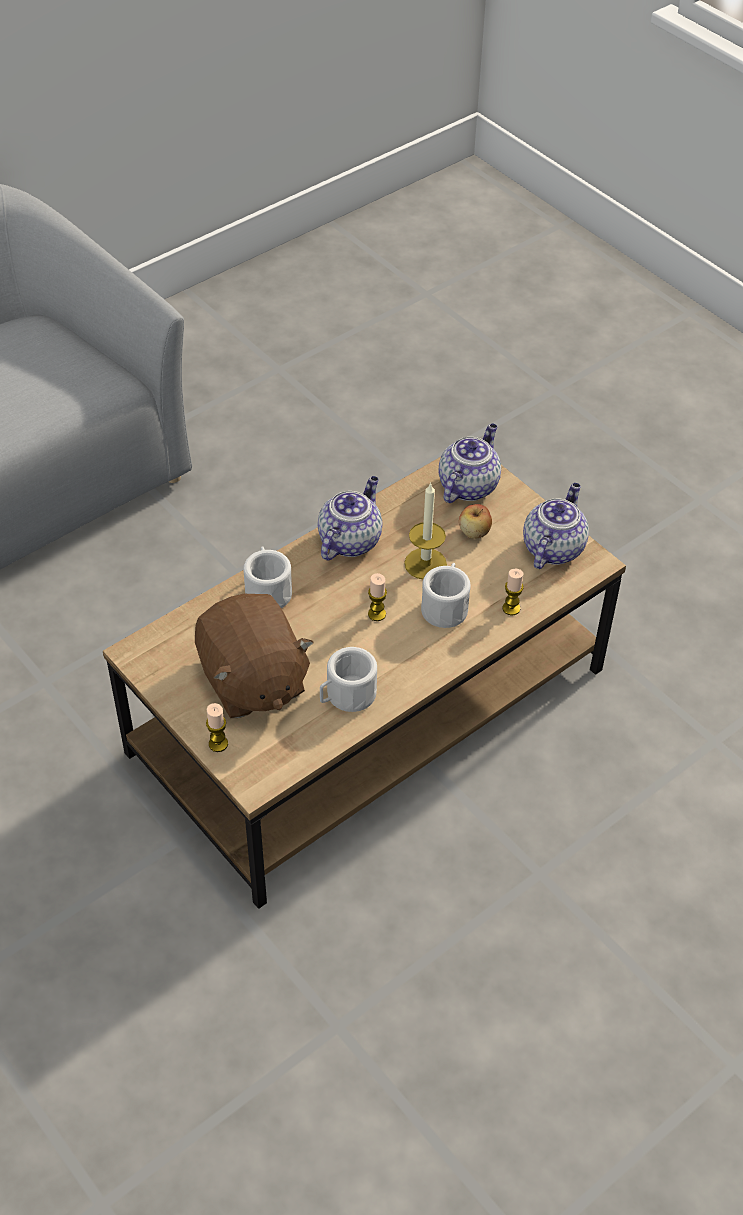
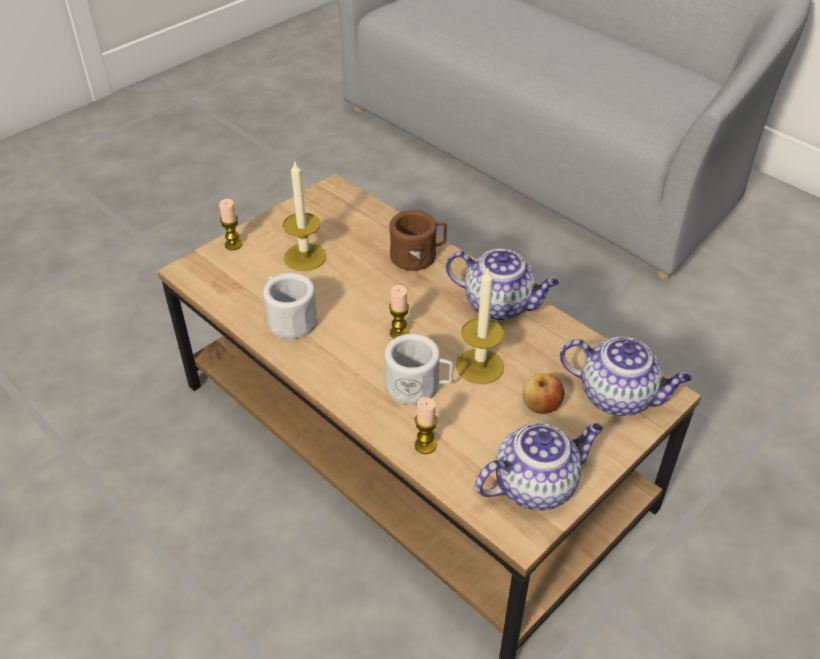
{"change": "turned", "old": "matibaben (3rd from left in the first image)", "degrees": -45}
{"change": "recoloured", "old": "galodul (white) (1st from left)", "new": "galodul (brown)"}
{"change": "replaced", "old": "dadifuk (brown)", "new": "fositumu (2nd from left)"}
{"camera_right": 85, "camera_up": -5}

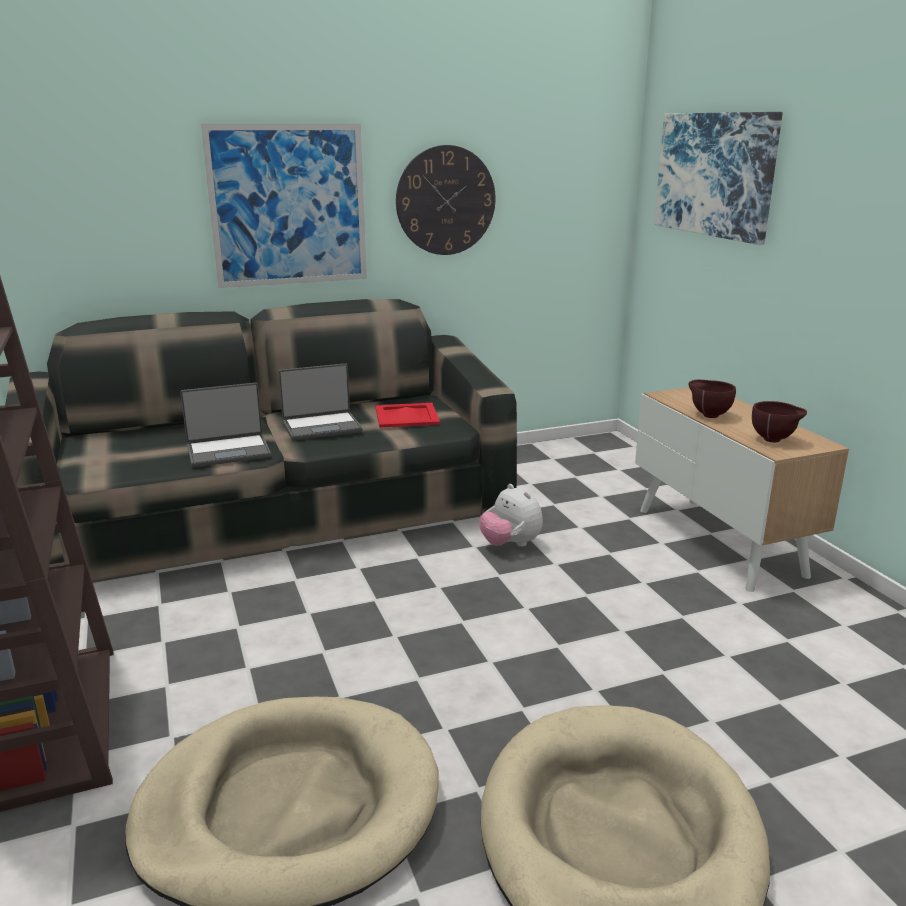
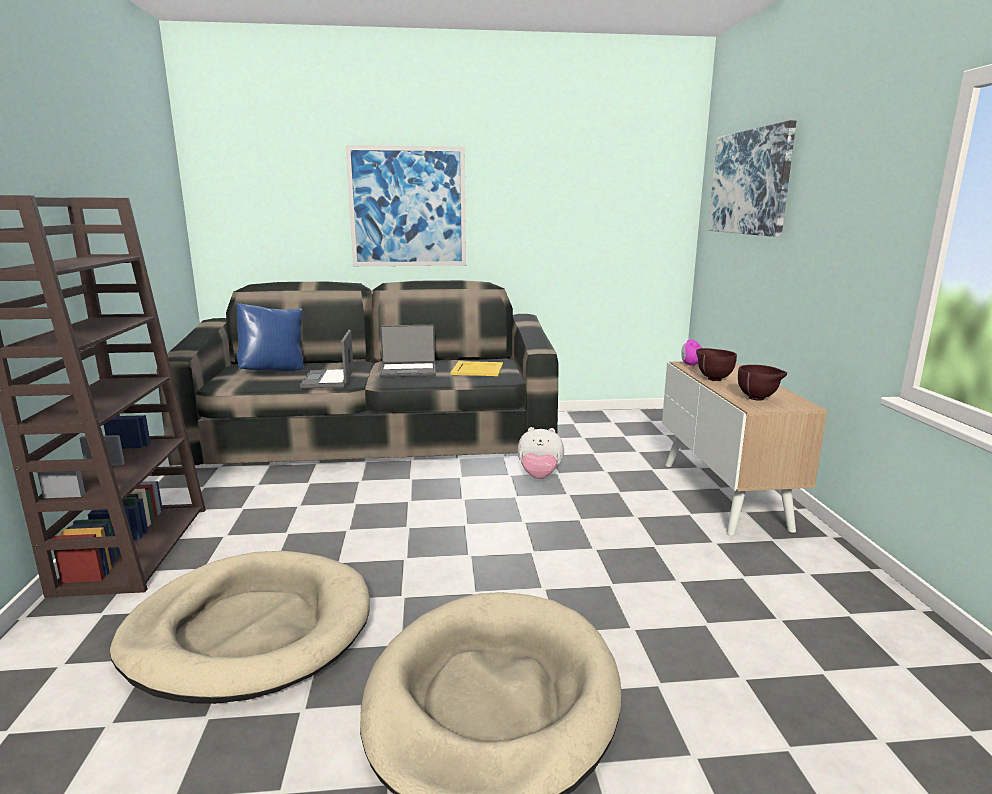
{"change": "removed", "old": "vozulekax"}
{"change": "turned", "old": "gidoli (1st from left)", "degrees": 90}
{"change": "recoloured", "old": "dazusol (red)", "new": "dazusol (yellow)"}
{"change": "turned", "old": "dadifuk", "degrees": -60}
{"change": "added", "new": "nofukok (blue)"}
{"change": "added", "new": "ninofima"}
{"camera_right": 15, "camera_up": -5}

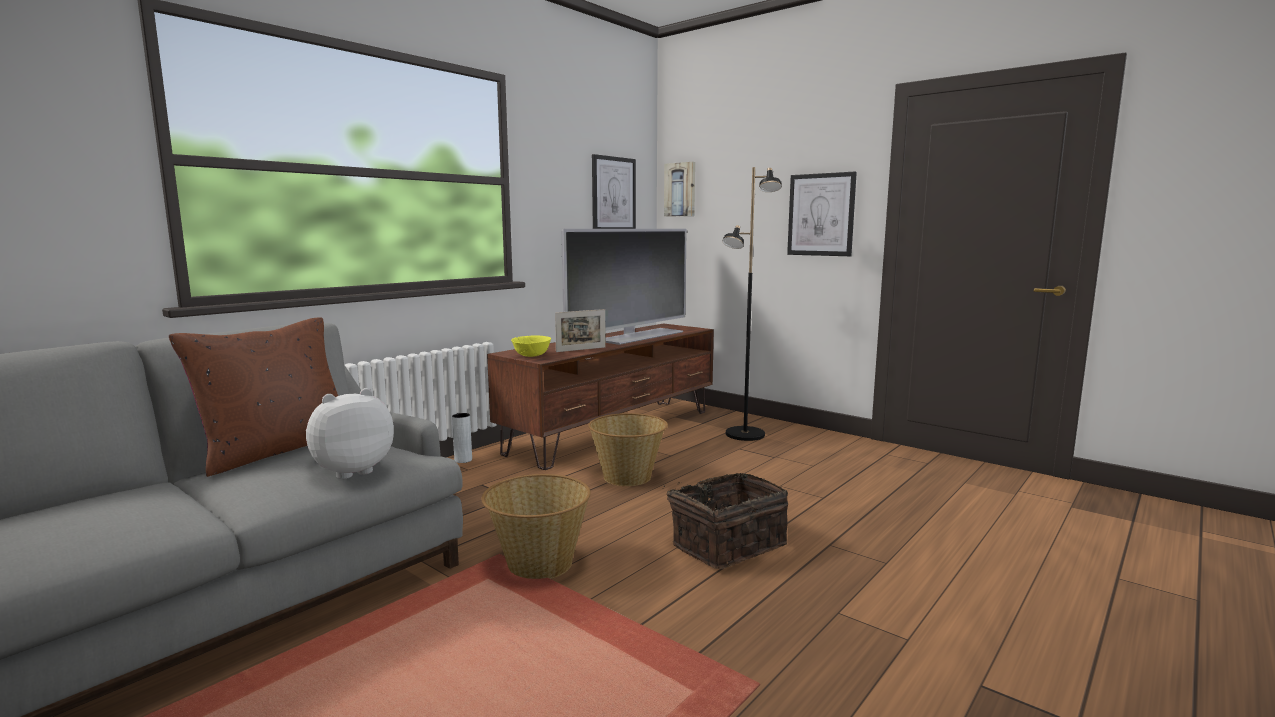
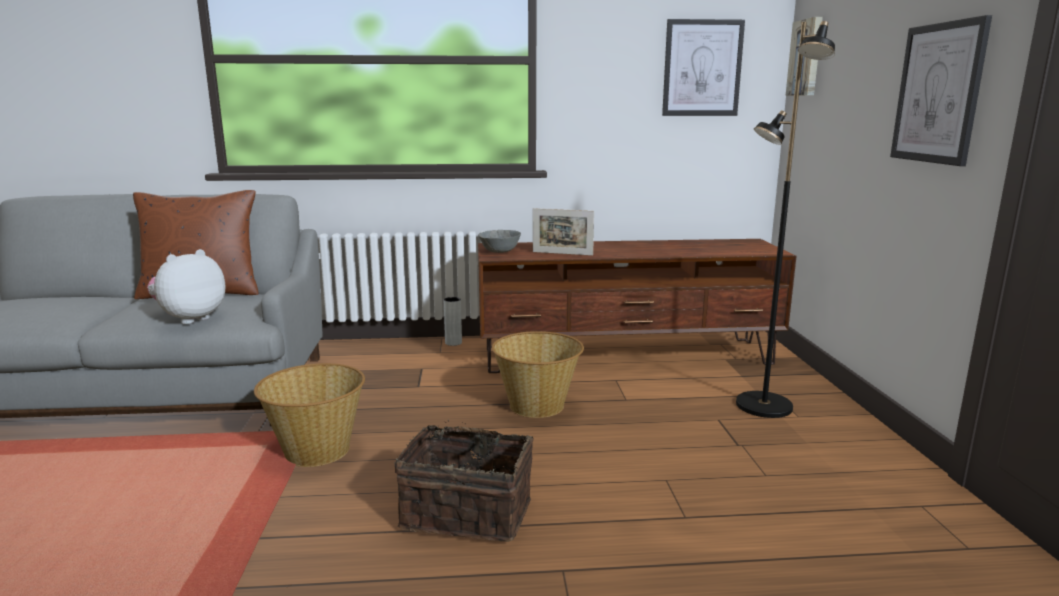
{"change": "removed", "old": "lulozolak"}
{"change": "recoloured", "old": "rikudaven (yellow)", "new": "rikudaven (grey)"}
{"change": "turned", "old": "dadifuk", "degrees": -60}
{"camera_right": 45, "camera_up": 5}

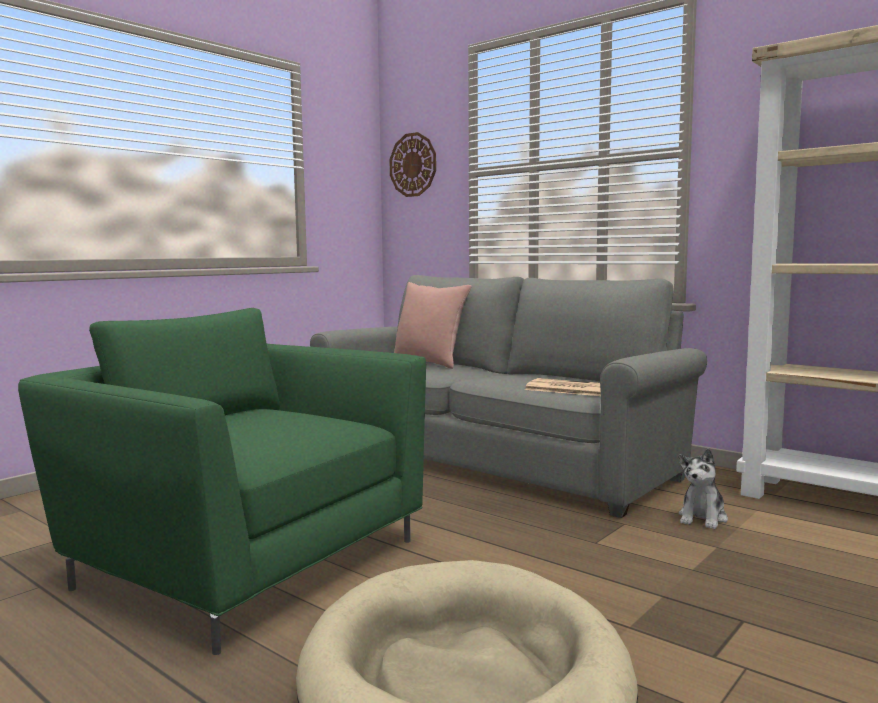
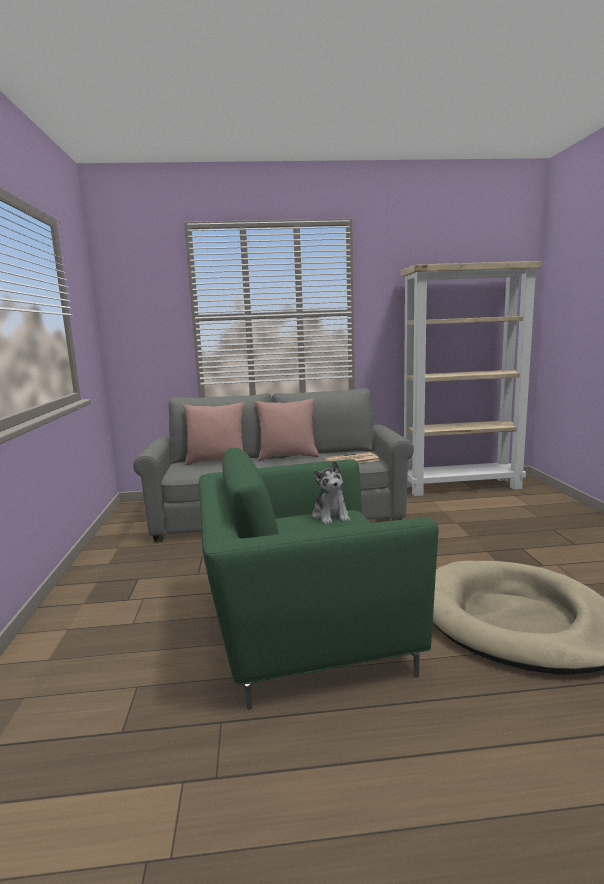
{"change": "removed", "old": "vozulekax"}
{"change": "moved", "old": "dadifuk"}
{"change": "added", "new": "nofukok (pink) (2nd from left)"}
{"camera_right": -45, "camera_up": 5}

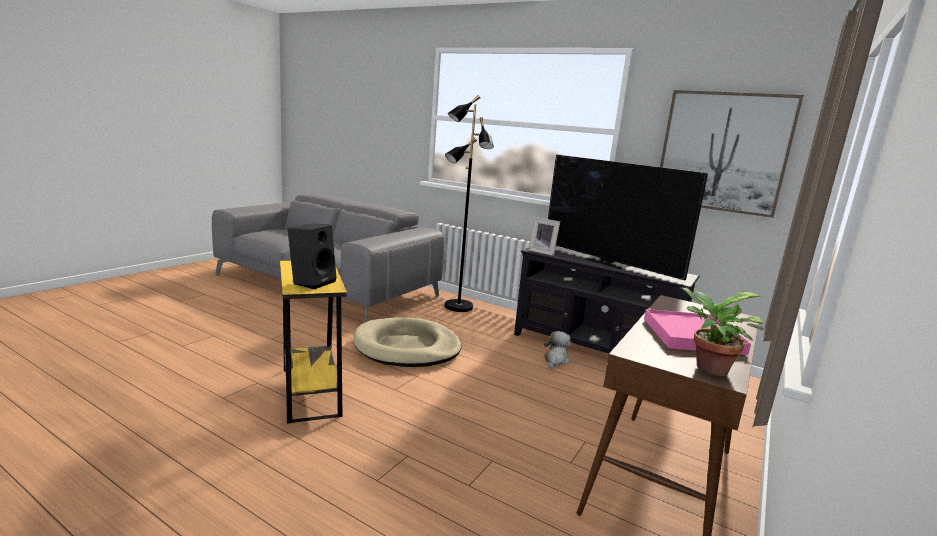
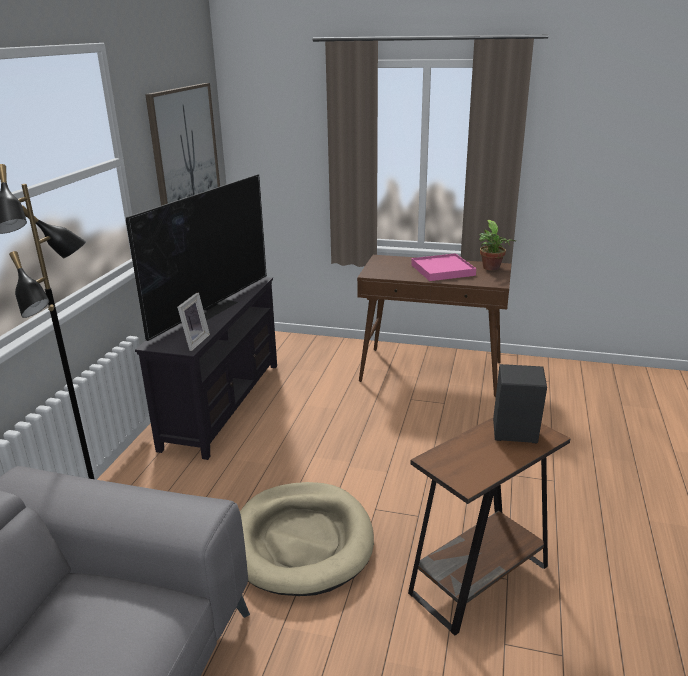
{"change": "recoloured", "old": "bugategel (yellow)", "new": "bugategel (brown)"}
{"change": "removed", "old": "dadifuk"}
{"camera_right": -105, "camera_up": 10}

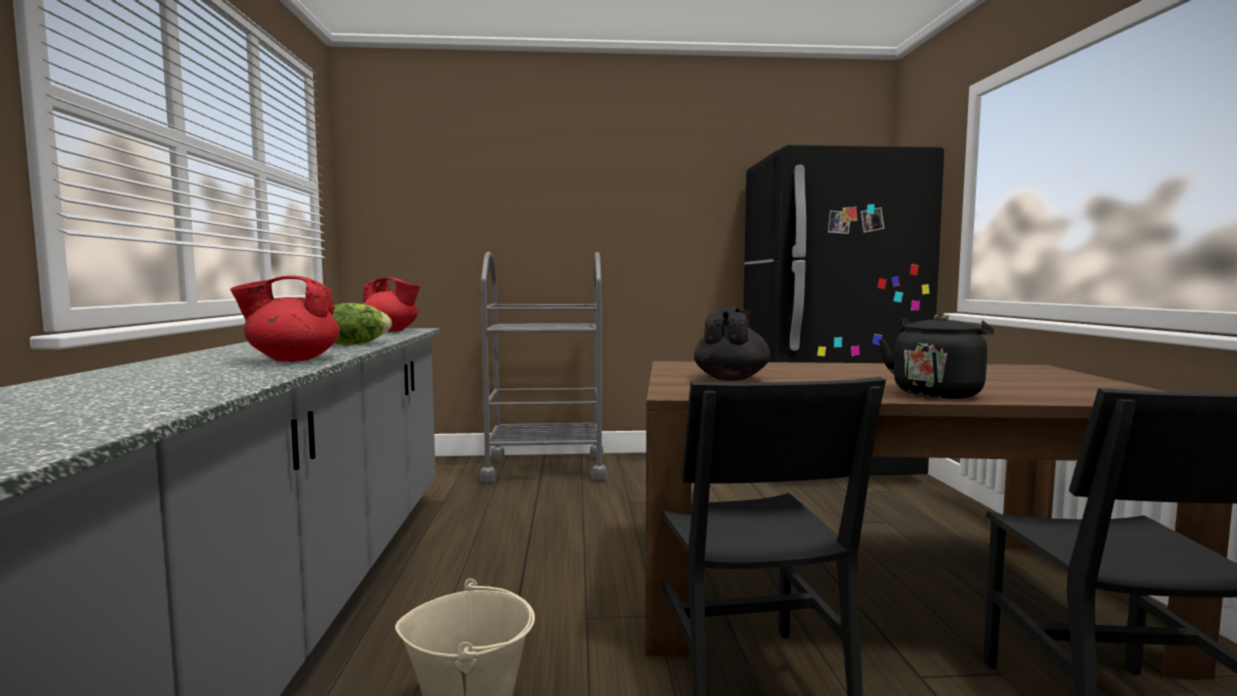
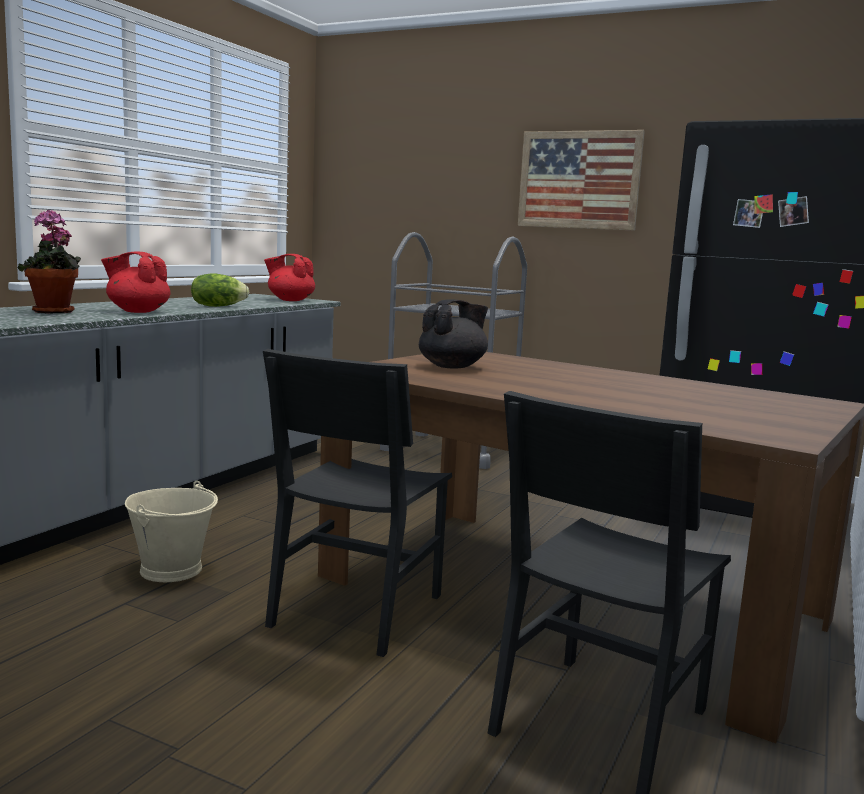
{"change": "turned", "old": "matibaben (red) (2nd from left)", "degrees": 150}
{"change": "removed", "old": "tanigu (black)"}
{"change": "added", "new": "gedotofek"}
{"change": "added", "new": "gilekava"}
{"camera_right": 30, "camera_up": 5}

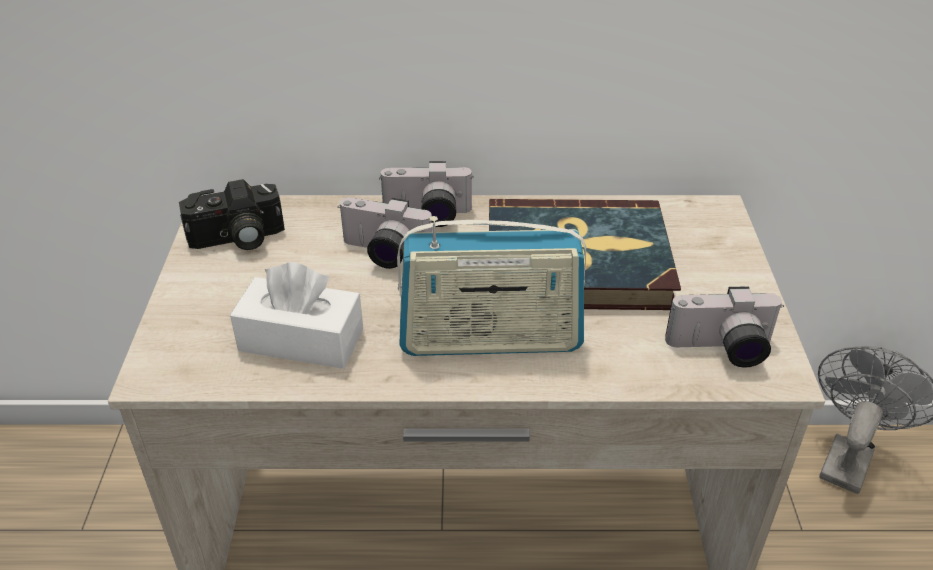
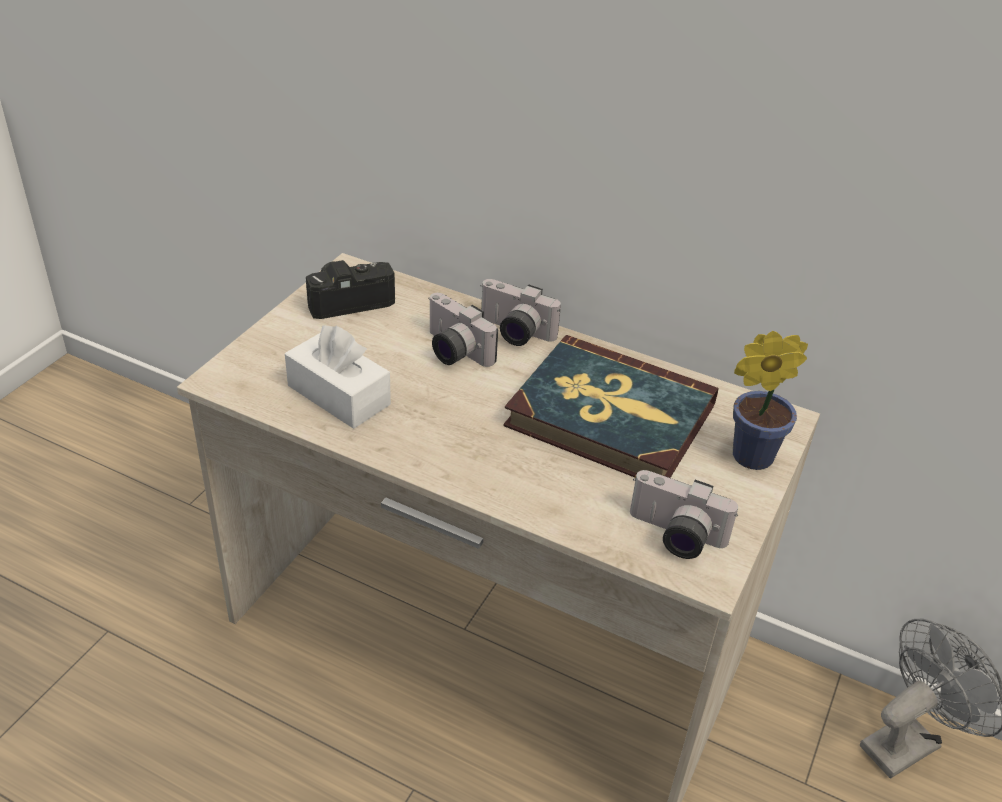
{"change": "turned", "old": "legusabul (1st from left)", "degrees": 150}
{"change": "removed", "old": "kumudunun"}
{"change": "added", "new": "gilekava"}
{"camera_right": 25, "camera_up": 0}

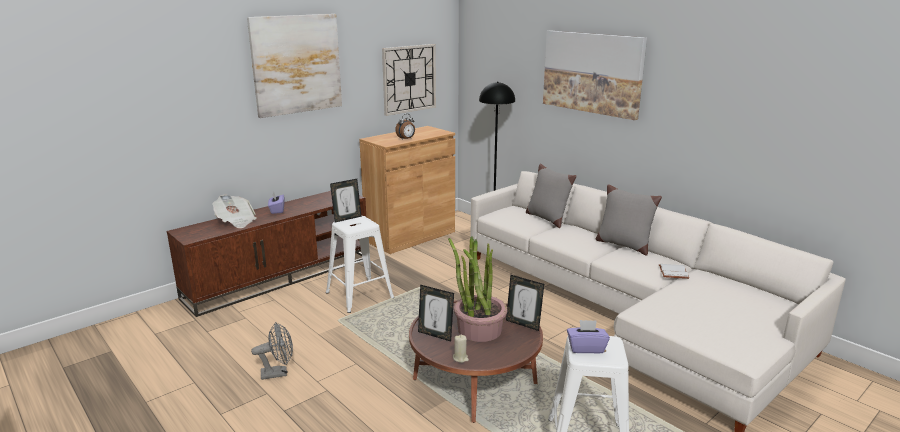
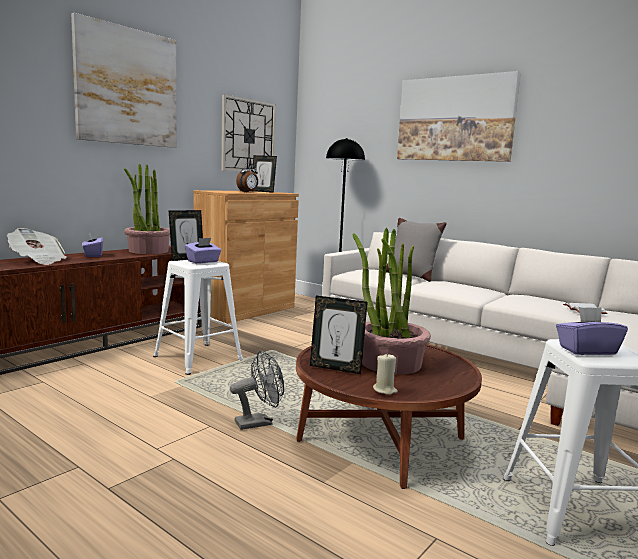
{"change": "removed", "old": "nofukok (grey) (2nd from left)"}
{"change": "moved", "old": "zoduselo (3rd from left in the first image)", "new": "zoduselo (2nd from left)"}
{"change": "moved", "old": "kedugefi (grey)"}
{"change": "added", "new": "gilekava (1st from left)"}
{"change": "added", "new": "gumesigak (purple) (2nd from left)"}
{"camera_right": -10, "camera_up": -10}

